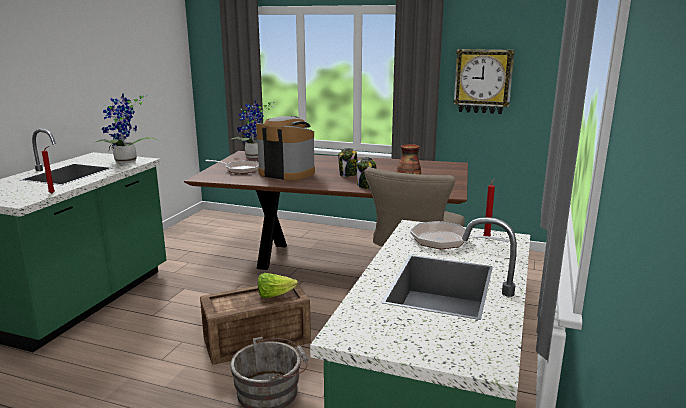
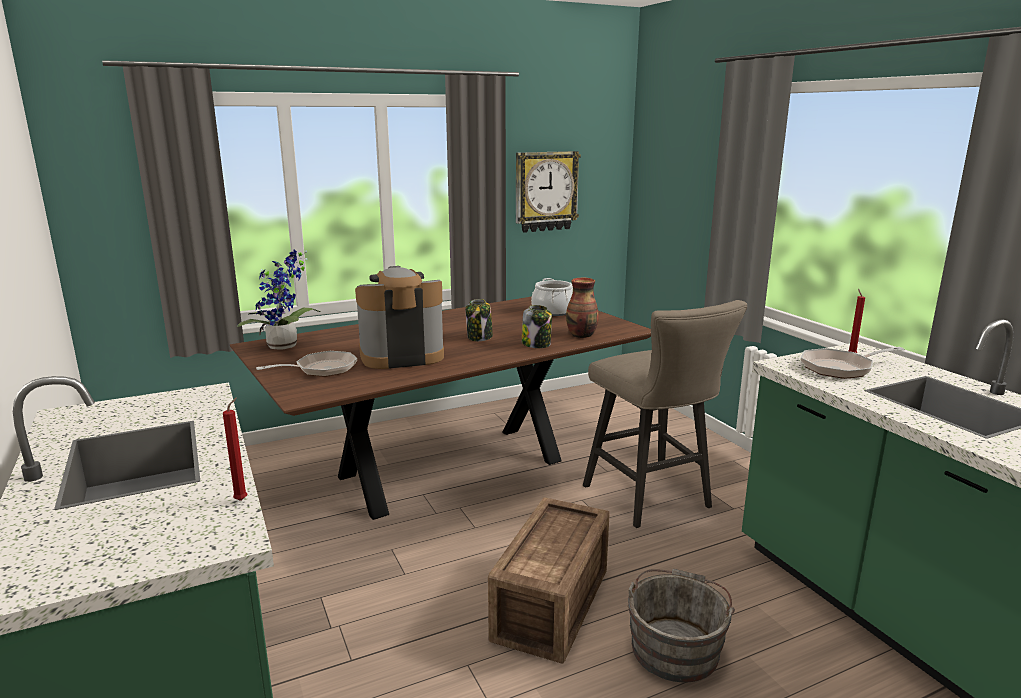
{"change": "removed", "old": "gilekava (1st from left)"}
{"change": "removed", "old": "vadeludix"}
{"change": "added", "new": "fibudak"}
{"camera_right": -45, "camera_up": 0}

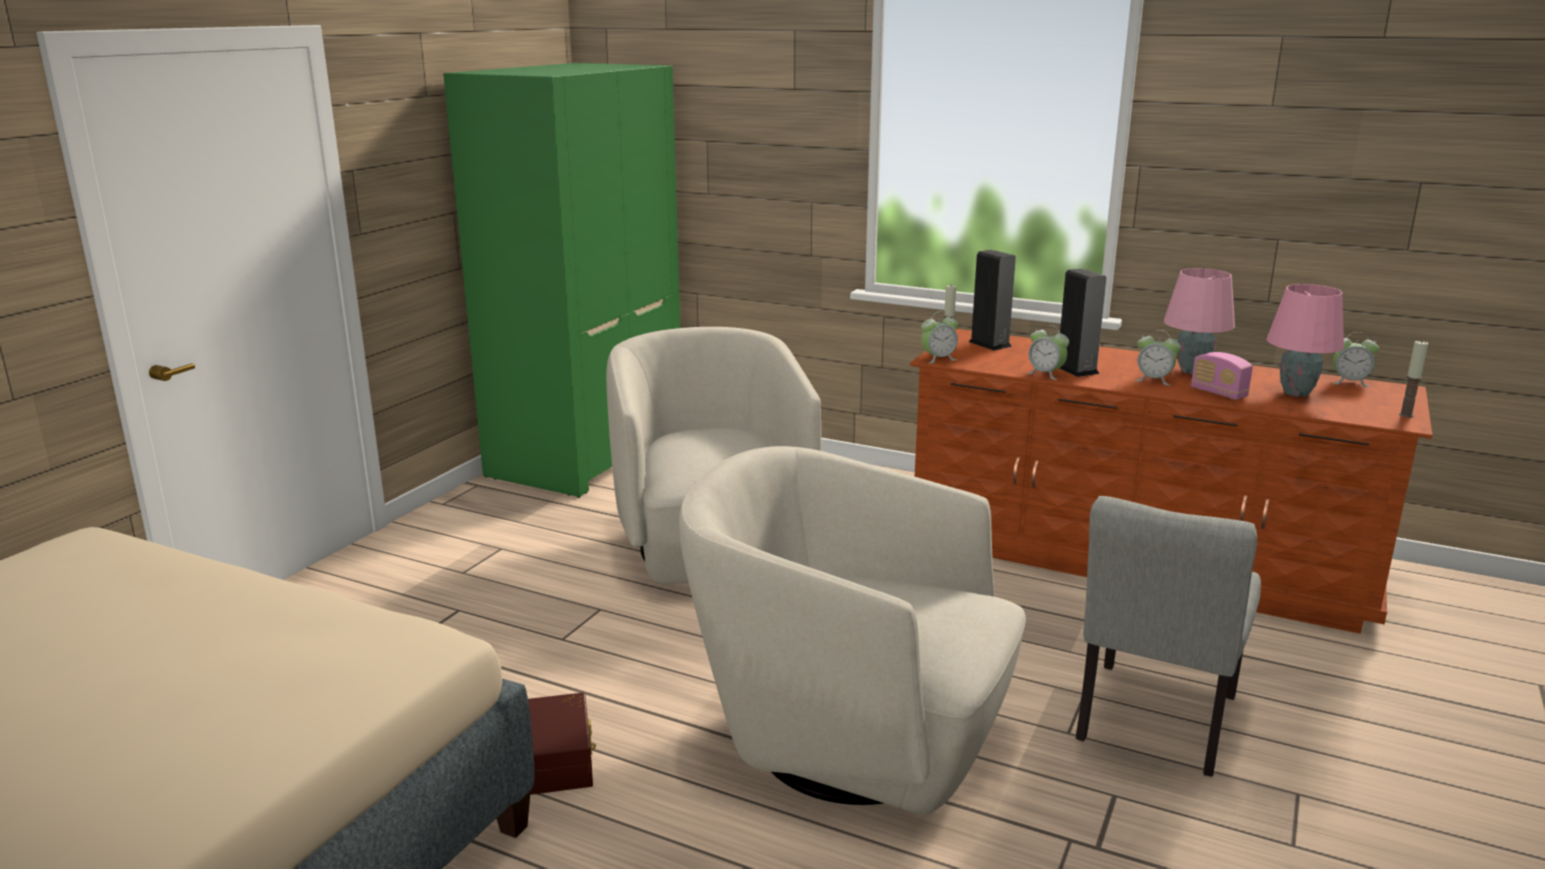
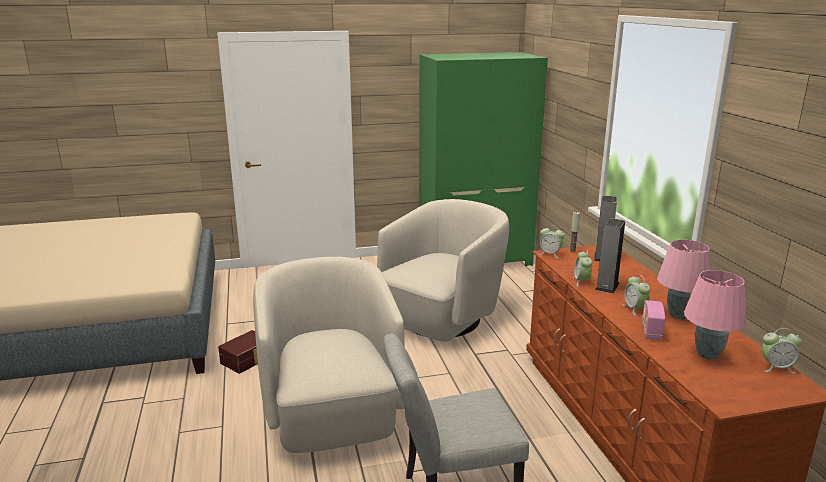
{"change": "turned", "old": "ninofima (4th from left)", "degrees": -60}
{"change": "removed", "old": "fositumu (2nd from left)"}
{"camera_right": 50, "camera_up": 0}

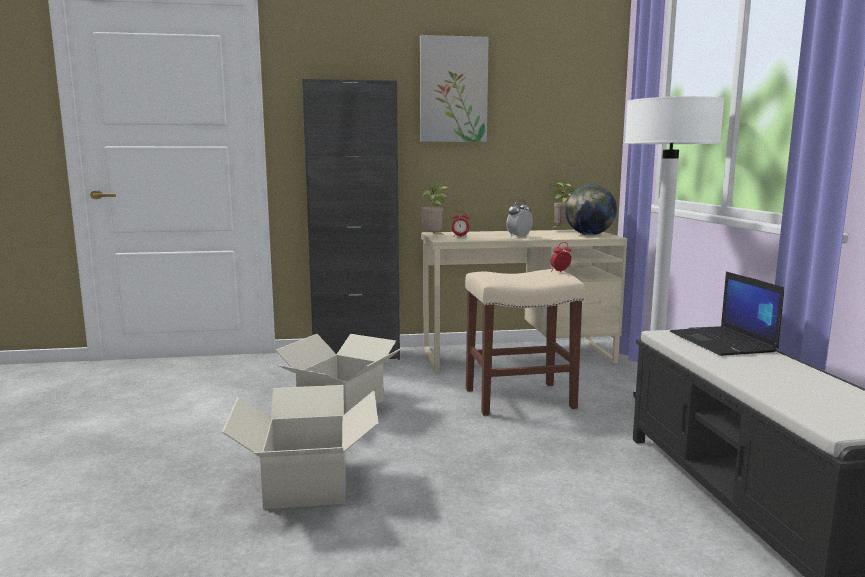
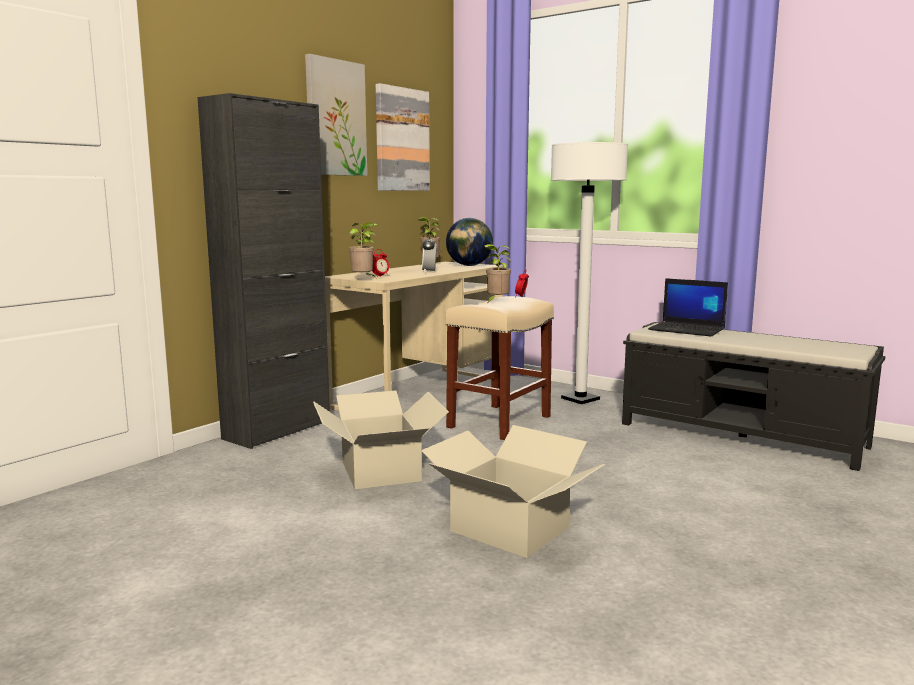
{"change": "added", "new": "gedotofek (2nd from left)"}
{"change": "added", "new": "gilekava (3rd from left)"}
{"camera_right": -45, "camera_up": 0}

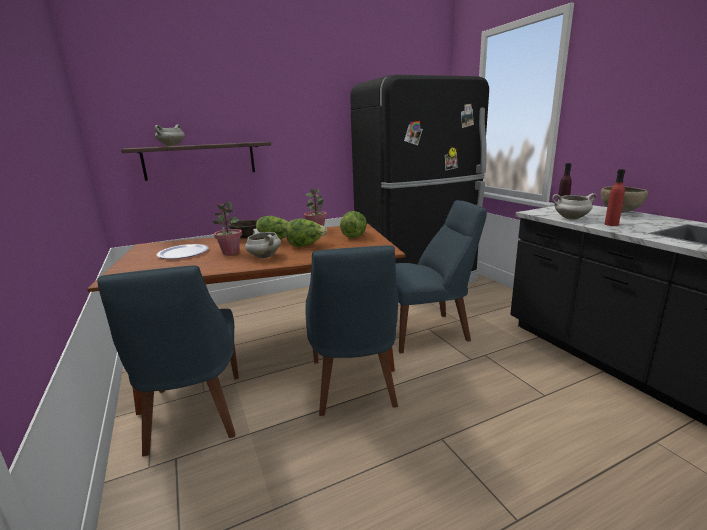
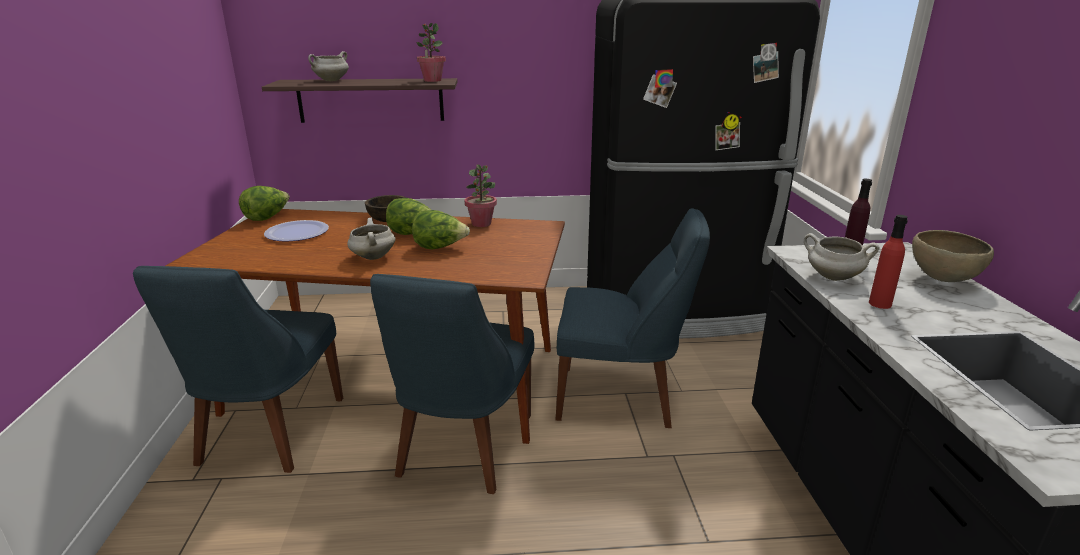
{"change": "moved", "old": "gilekava (1st from left)"}
{"change": "moved", "old": "vadeludix (3rd from left in the first image)", "new": "vadeludix (1st from left)"}
{"camera_right": 20, "camera_up": 5}

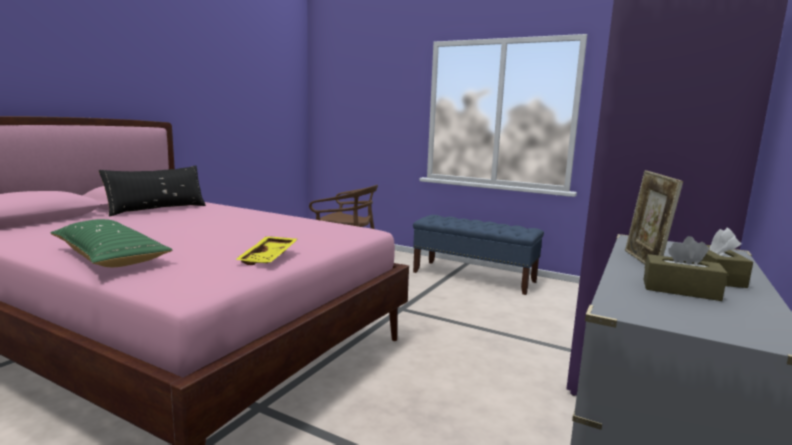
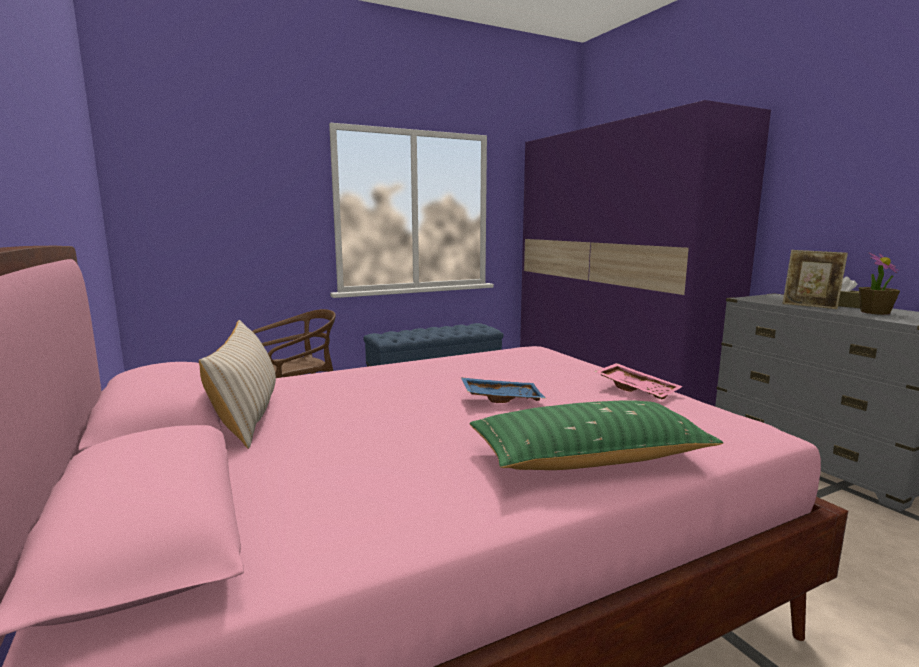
{"change": "recoloured", "old": "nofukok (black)", "new": "nofukok (beige)"}
{"change": "recoloured", "old": "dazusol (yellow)", "new": "dazusol (pink)"}
{"change": "replaced", "old": "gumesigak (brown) (1st from left)", "new": "gilekava"}
{"change": "added", "new": "dazusol (blue)"}
{"camera_right": -55, "camera_up": 0}

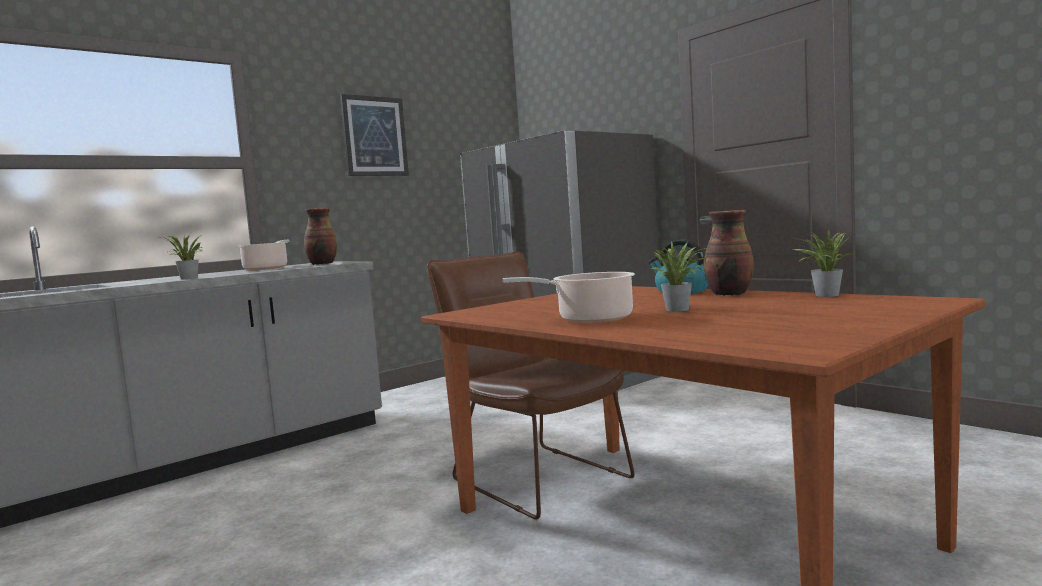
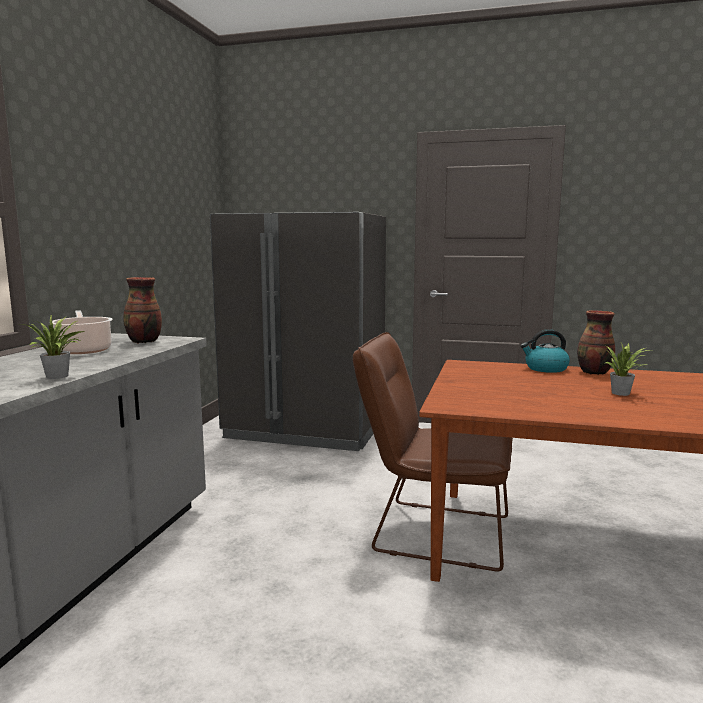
{"change": "removed", "old": "gedotofek"}
{"change": "removed", "old": "gilekava (3rd from left)"}
{"change": "removed", "old": "fibudak (2nd from left)"}
{"camera_right": -35, "camera_up": 5}

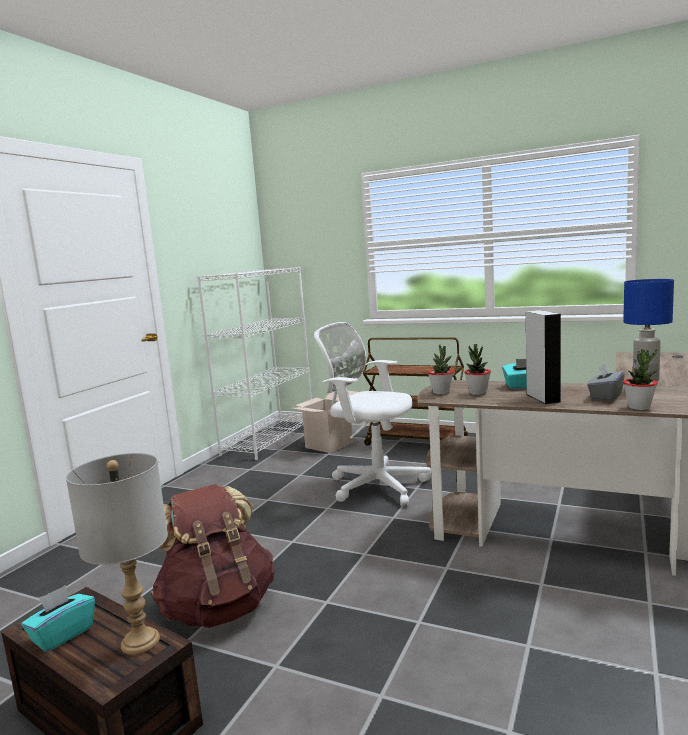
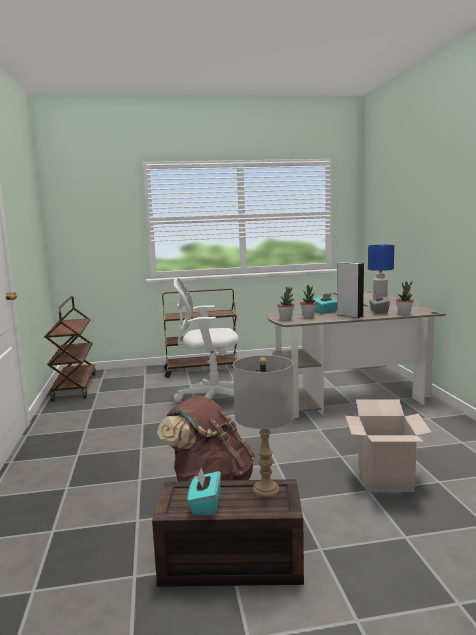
{"change": "replaced", "old": "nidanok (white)", "new": "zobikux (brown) (1st from left)"}
{"change": "moved", "old": "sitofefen"}
{"camera_right": -35, "camera_up": 0}

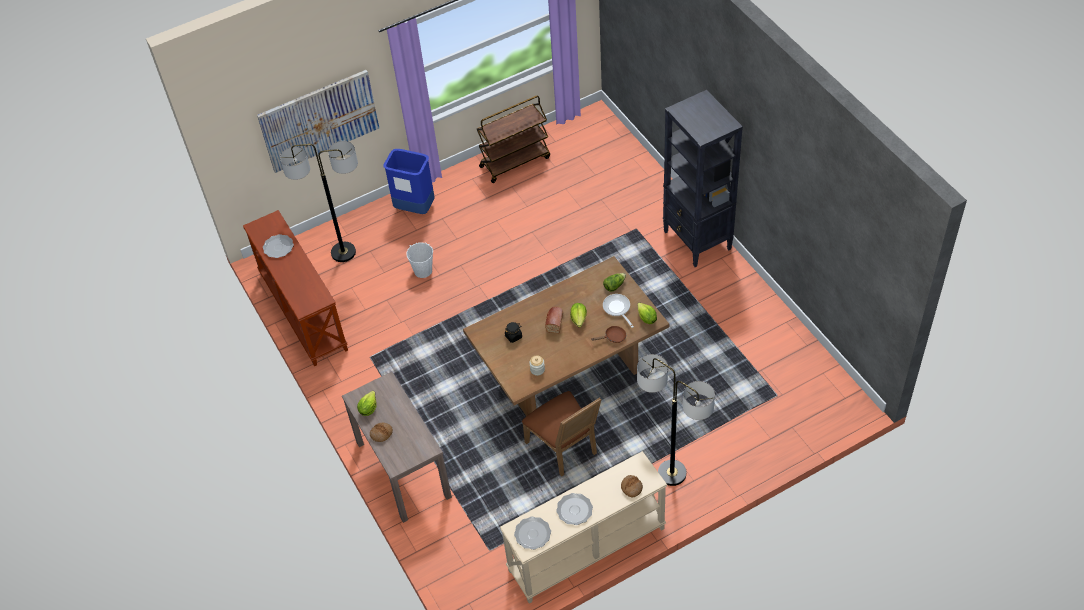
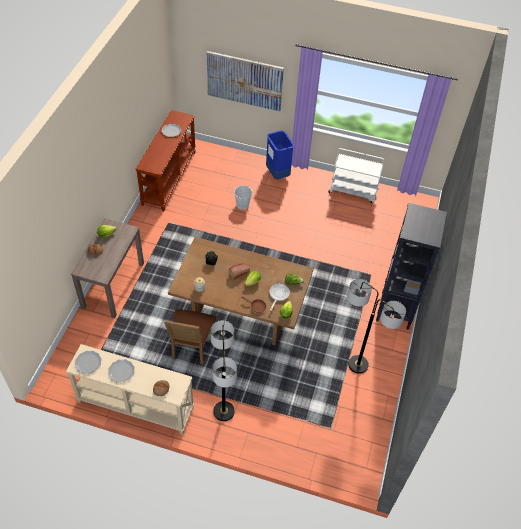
{"change": "recoloured", "old": "zobikux (brown)", "new": "zobikux (white)"}
{"change": "moved", "old": "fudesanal (1st from left in the first image)", "new": "fudesanal (2nd from left)"}
{"camera_right": 40, "camera_up": 0}

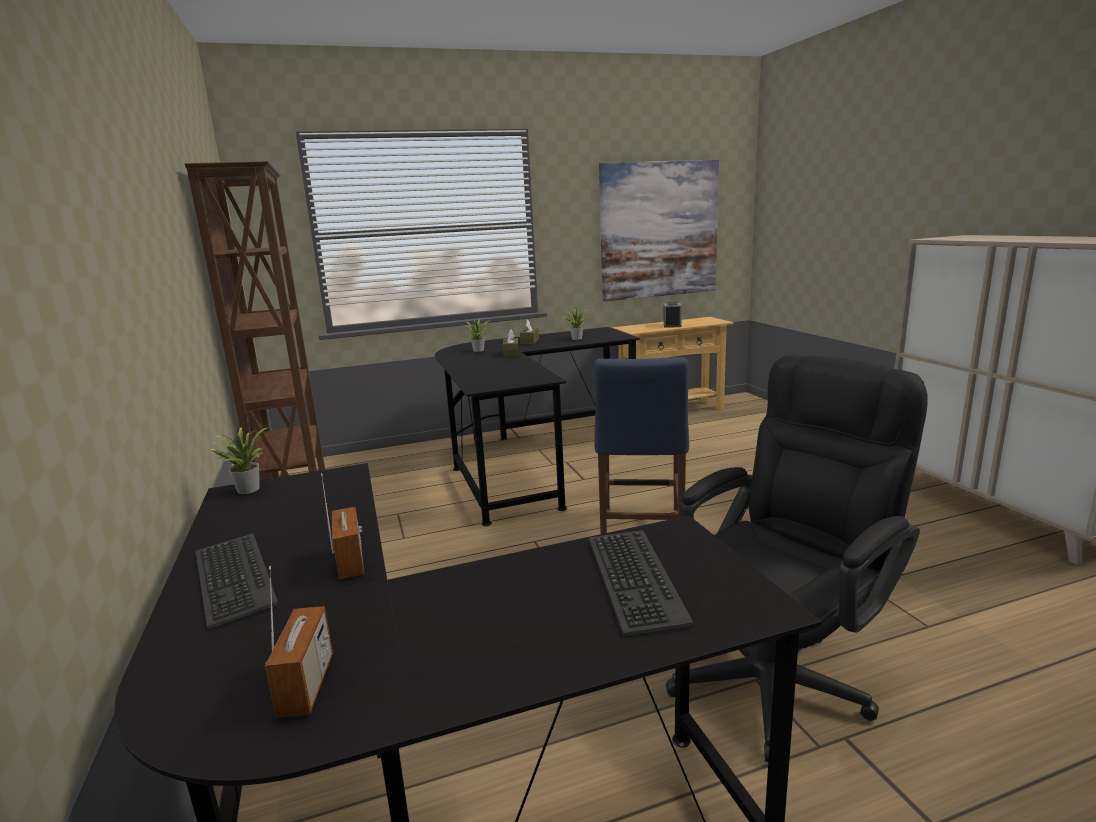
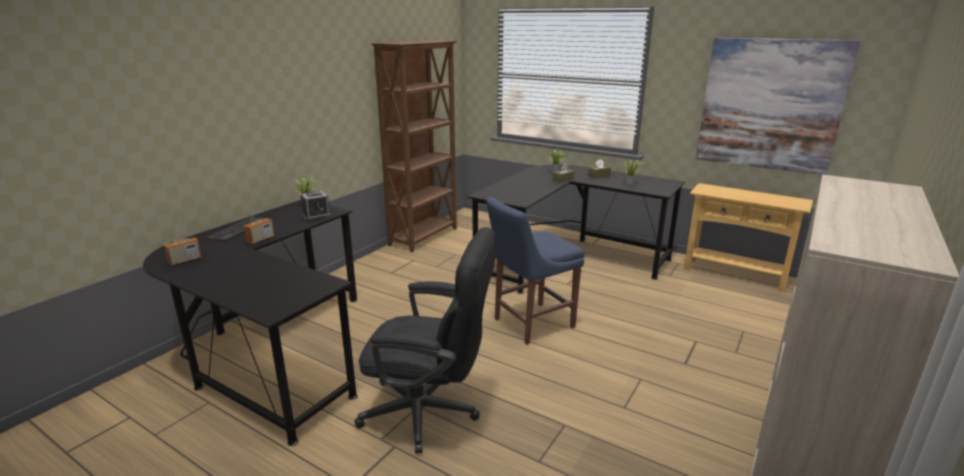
{"change": "moved", "old": "ninofima"}
{"change": "removed", "old": "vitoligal (2nd from left)"}
{"camera_right": 50, "camera_up": 5}

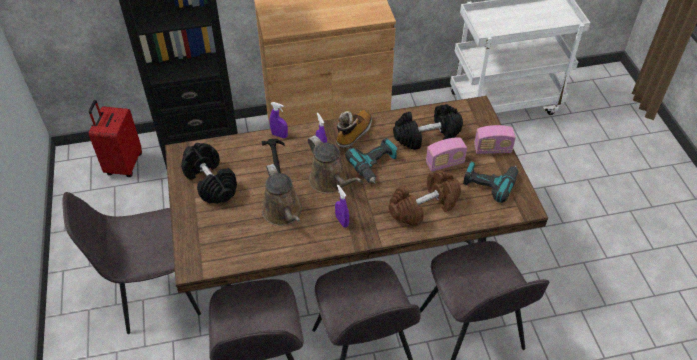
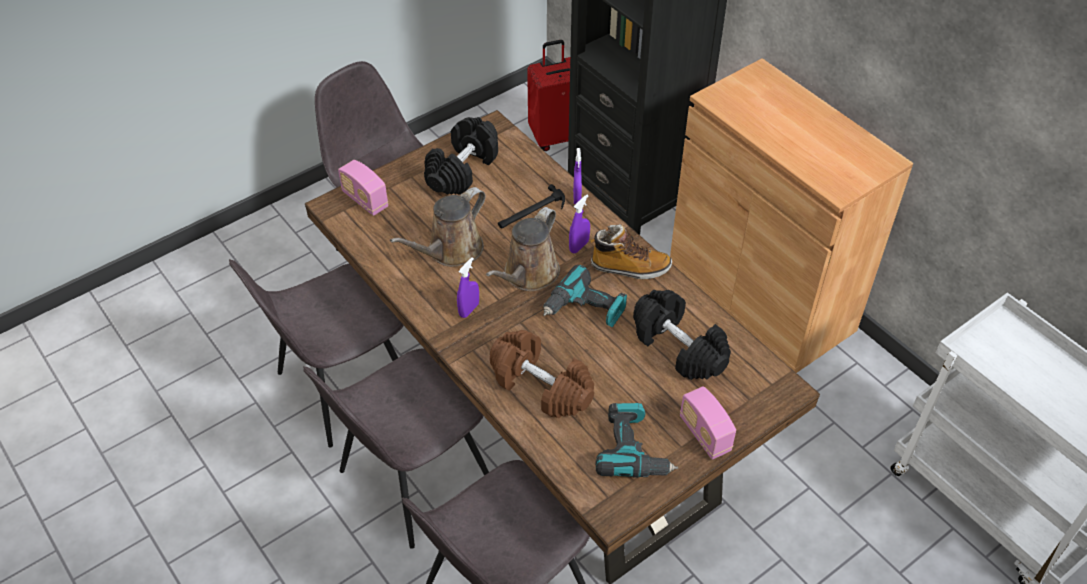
{"change": "moved", "old": "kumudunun (1st from left)"}
{"camera_right": 65, "camera_up": 0}

